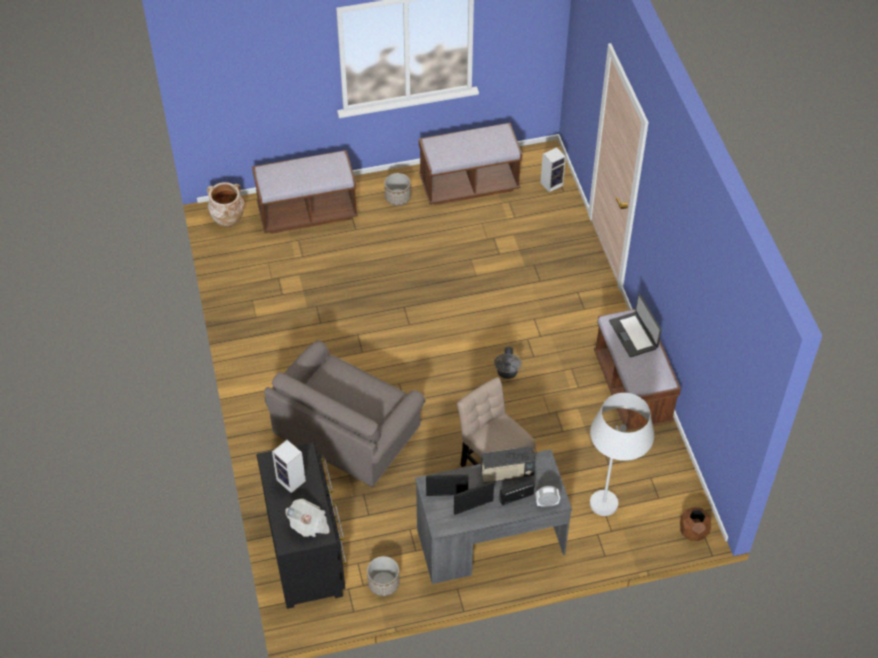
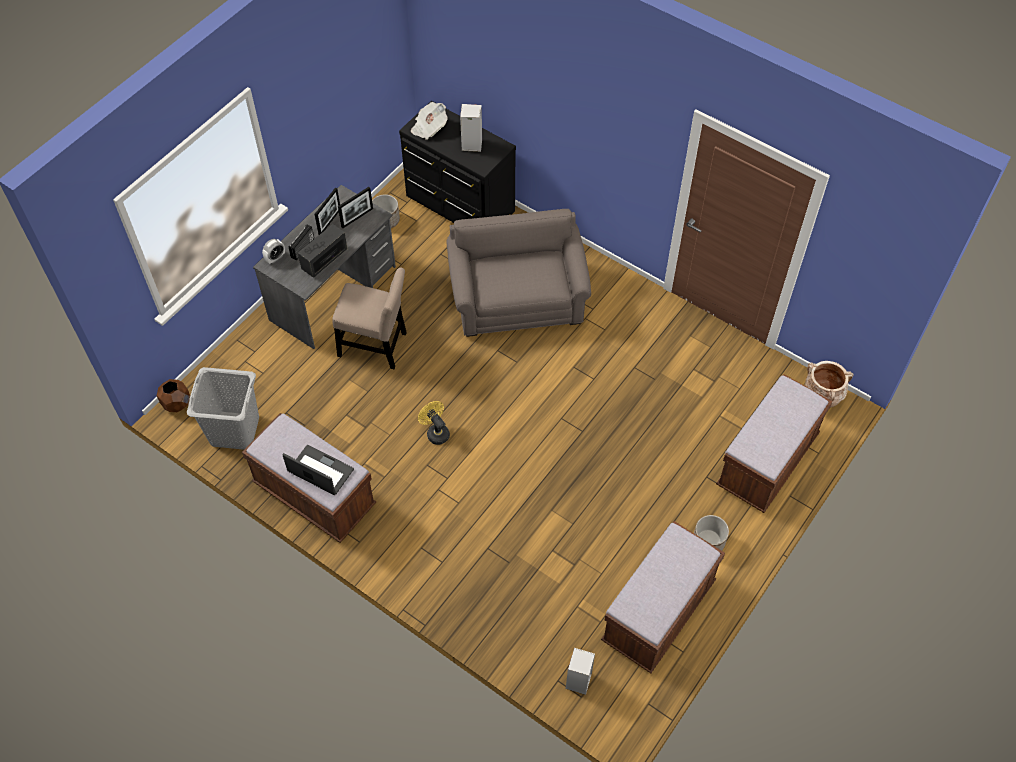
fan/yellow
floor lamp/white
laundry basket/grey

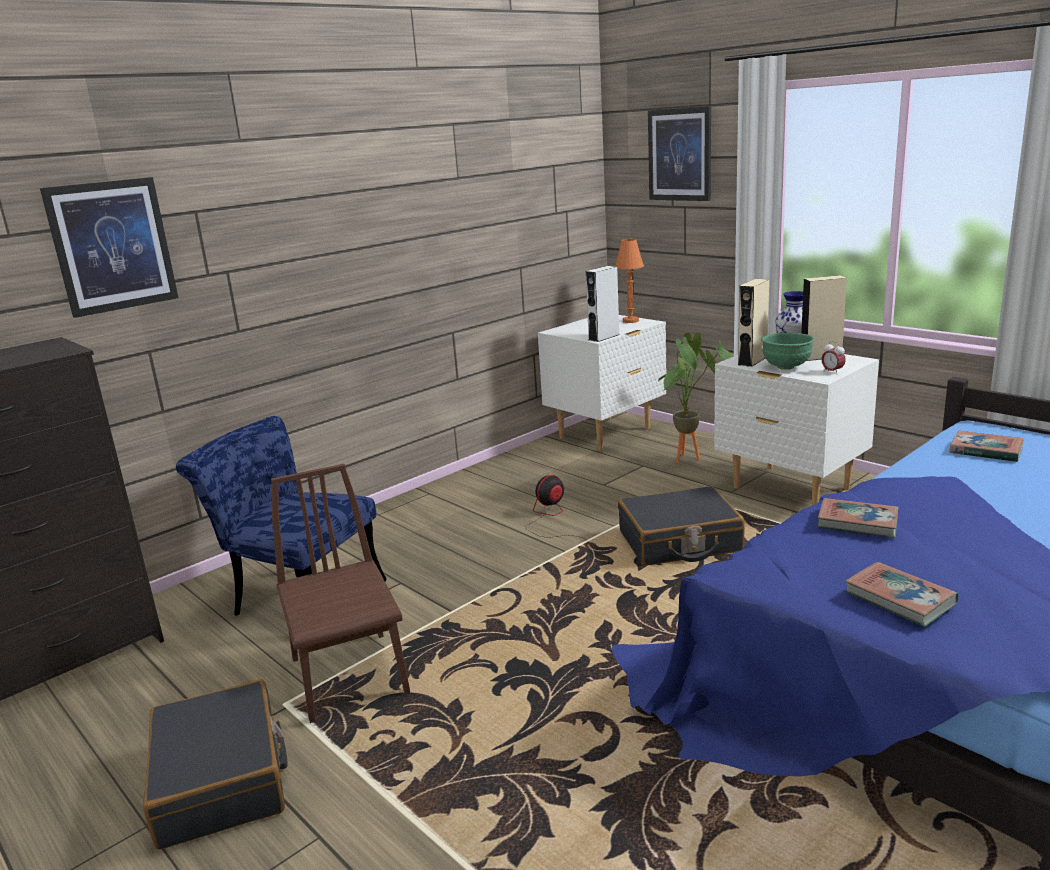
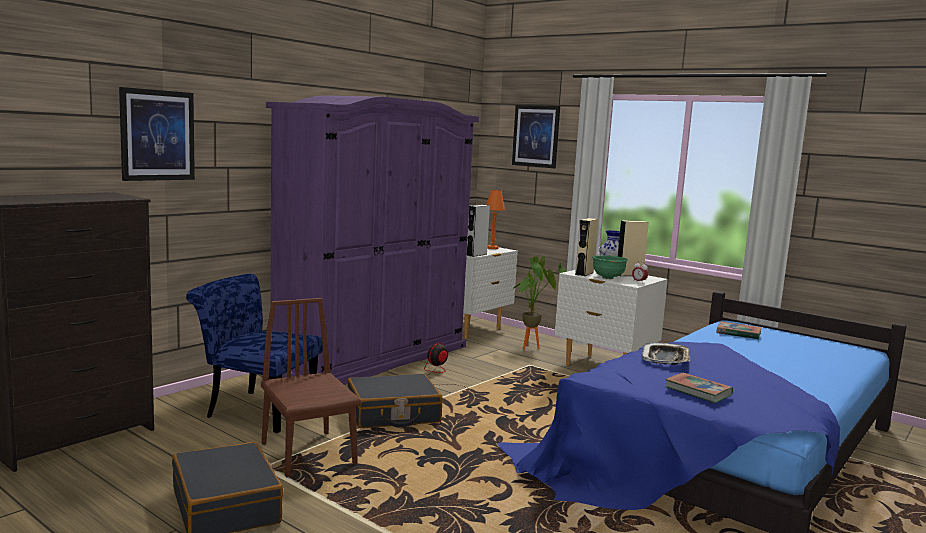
suitcase/black (2nd from left)
tray
wardrobe/purple

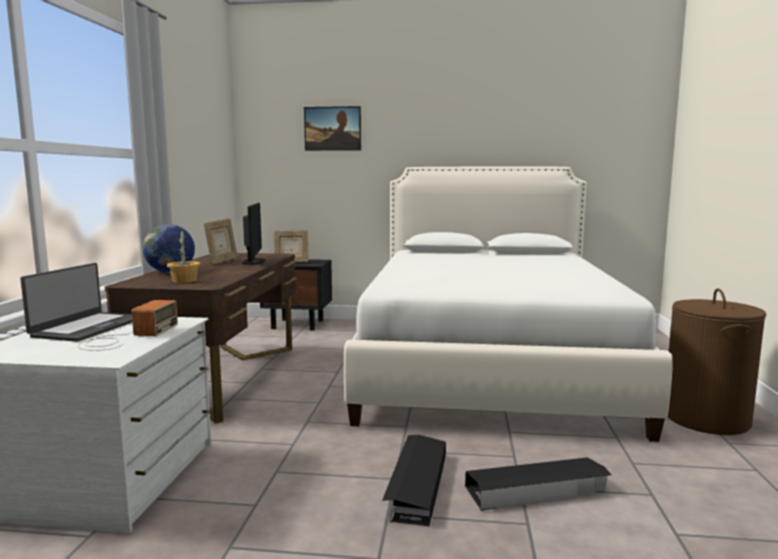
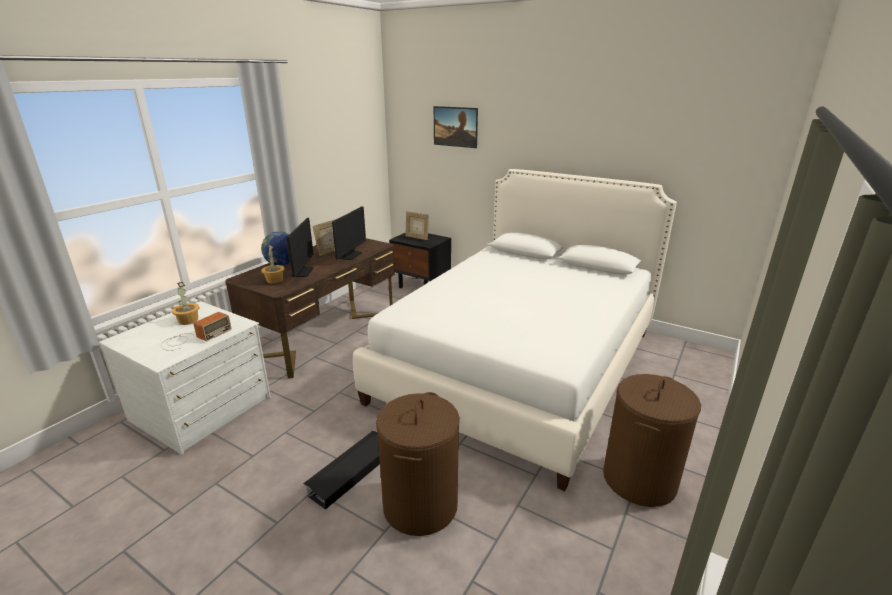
potted plant (1st from left)
laundry basket/brown (1st from left)
monitor (1st from left)

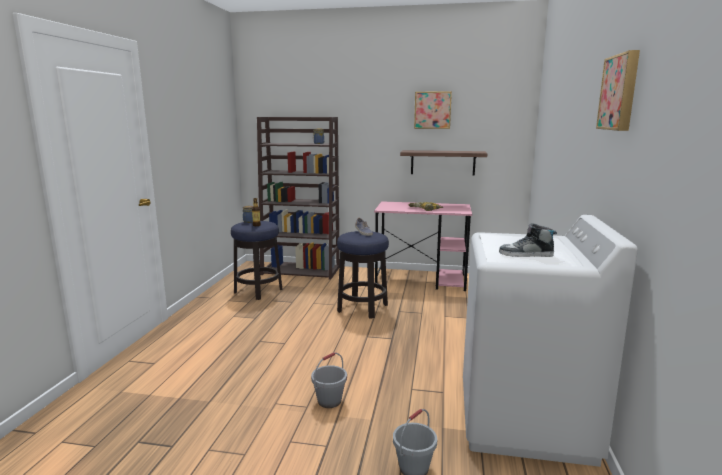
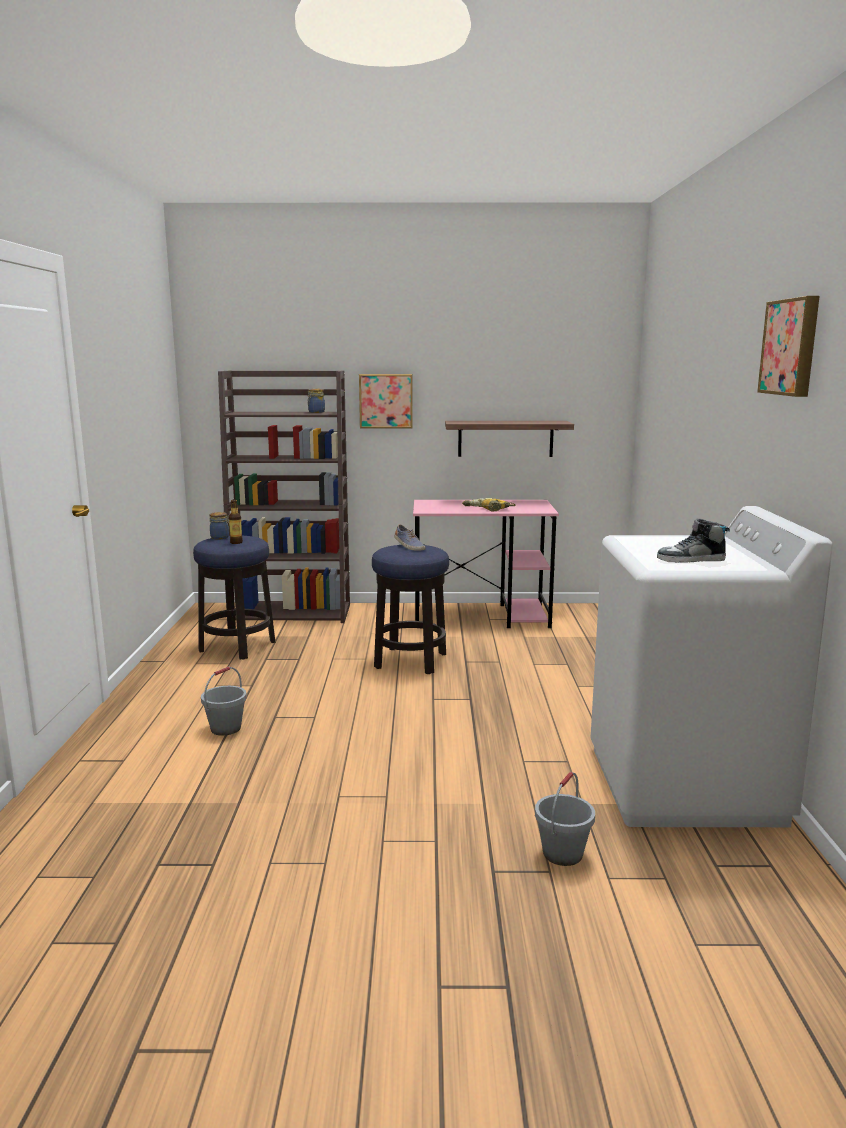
bucket/grey (1st from left)
picture (1st from left)

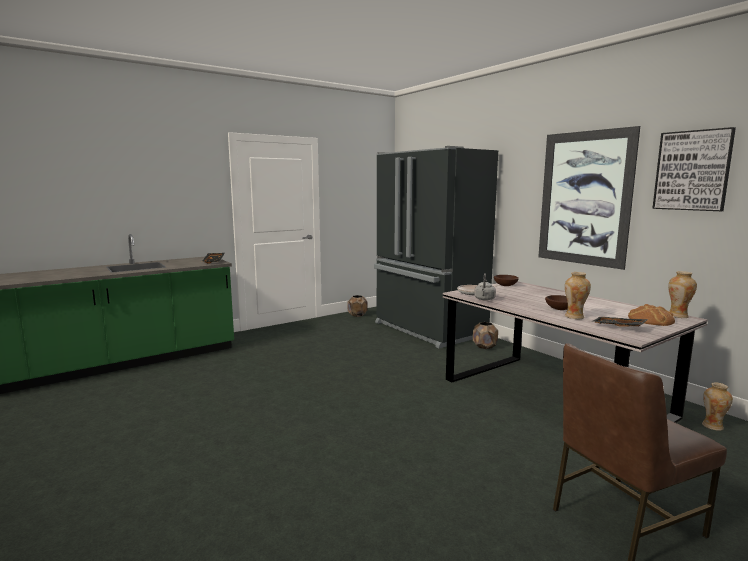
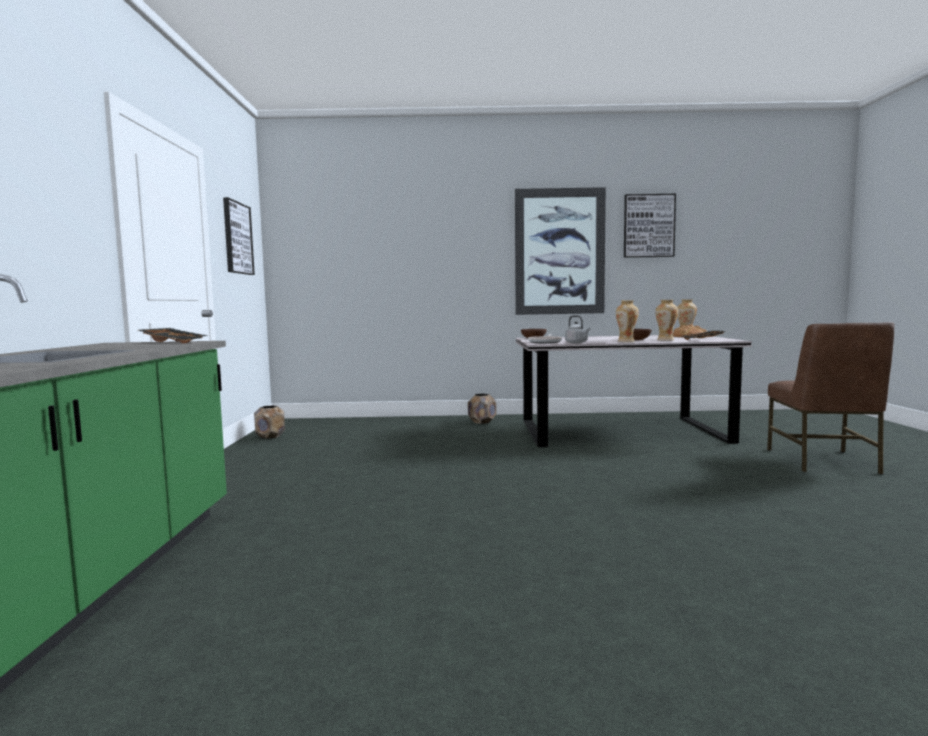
fridge/black
vase (1st from left)
picture (1st from left)

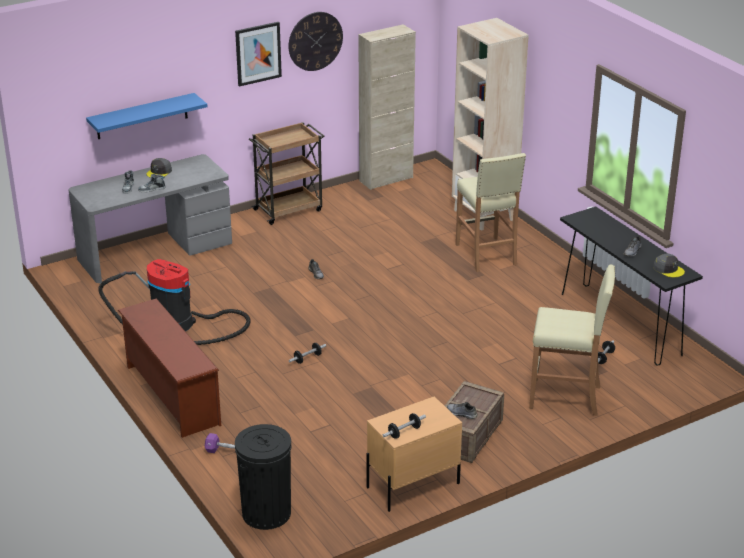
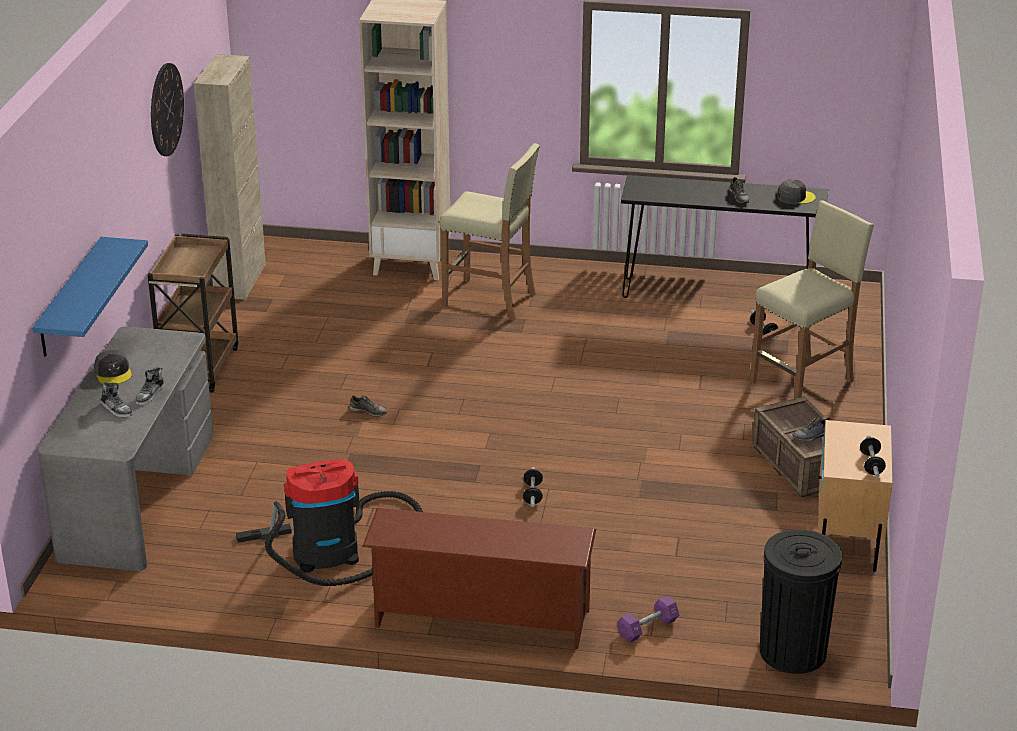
picture

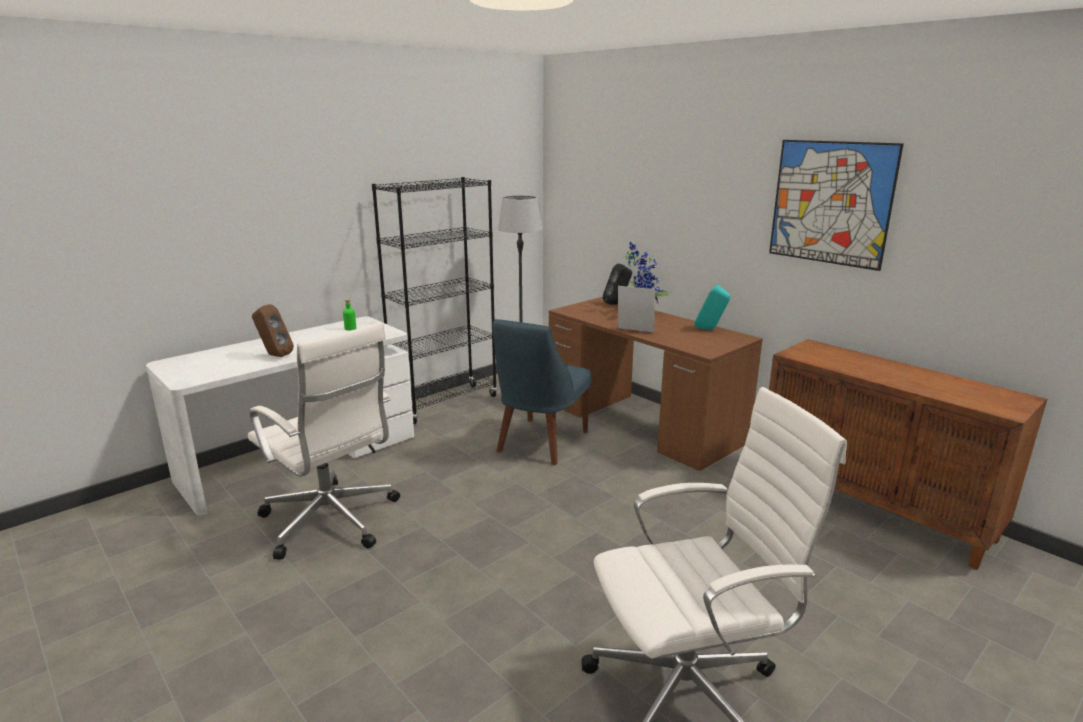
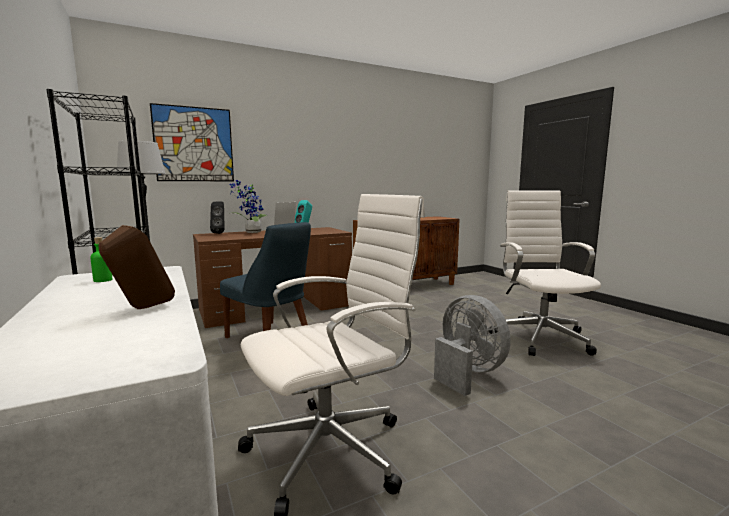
picture
fan/grey

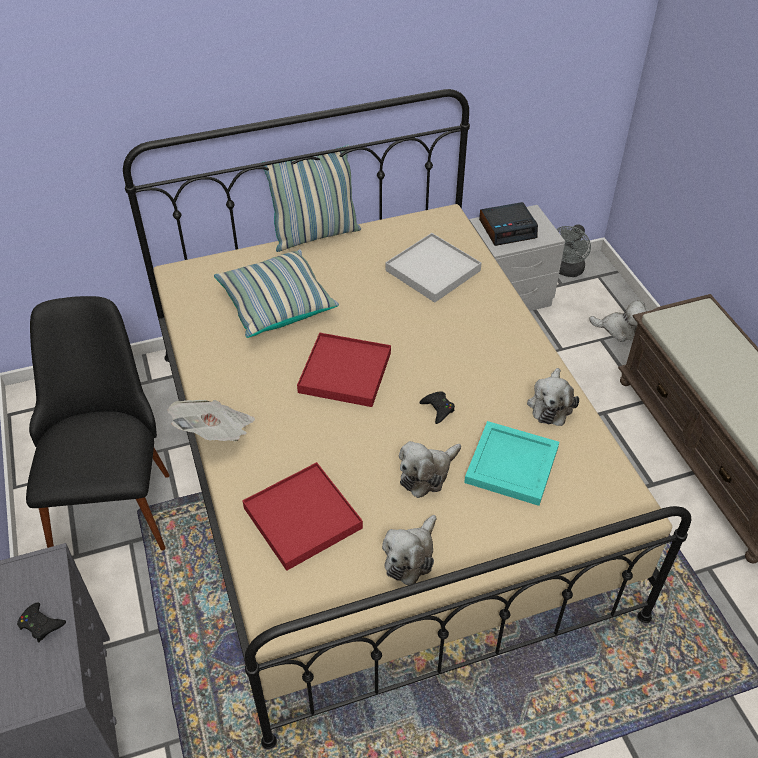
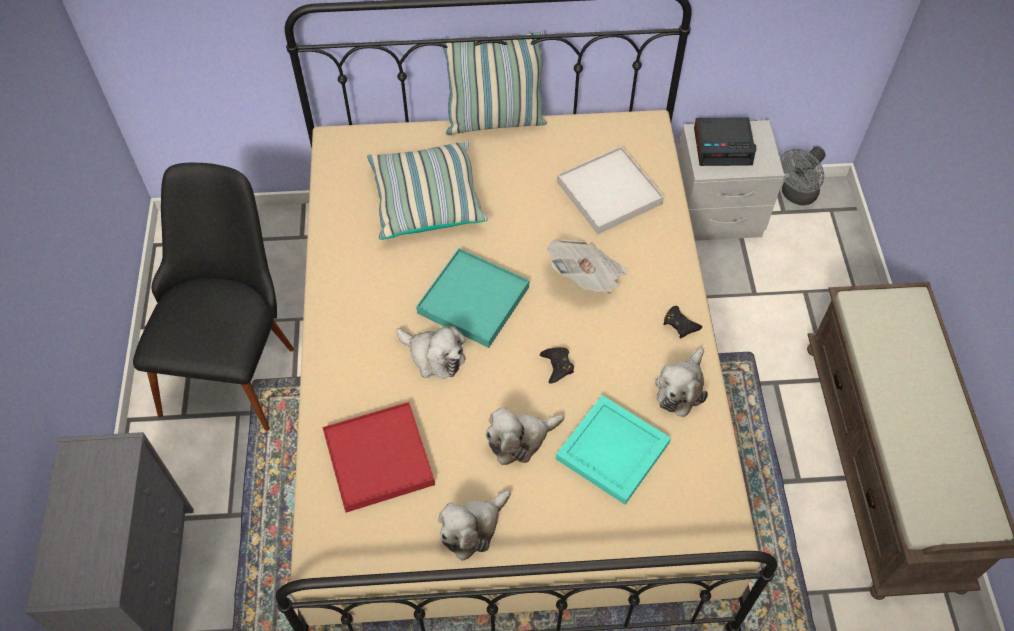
game controller/black (2nd from left)
newspaper
tray/turquoise (1st from left)
plush toy (1st from left)

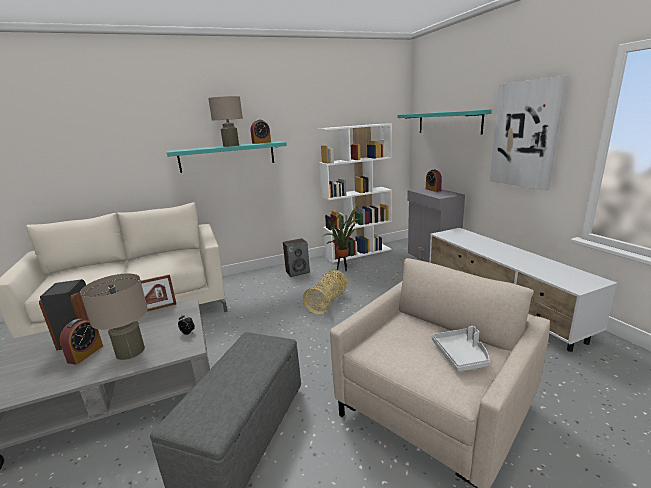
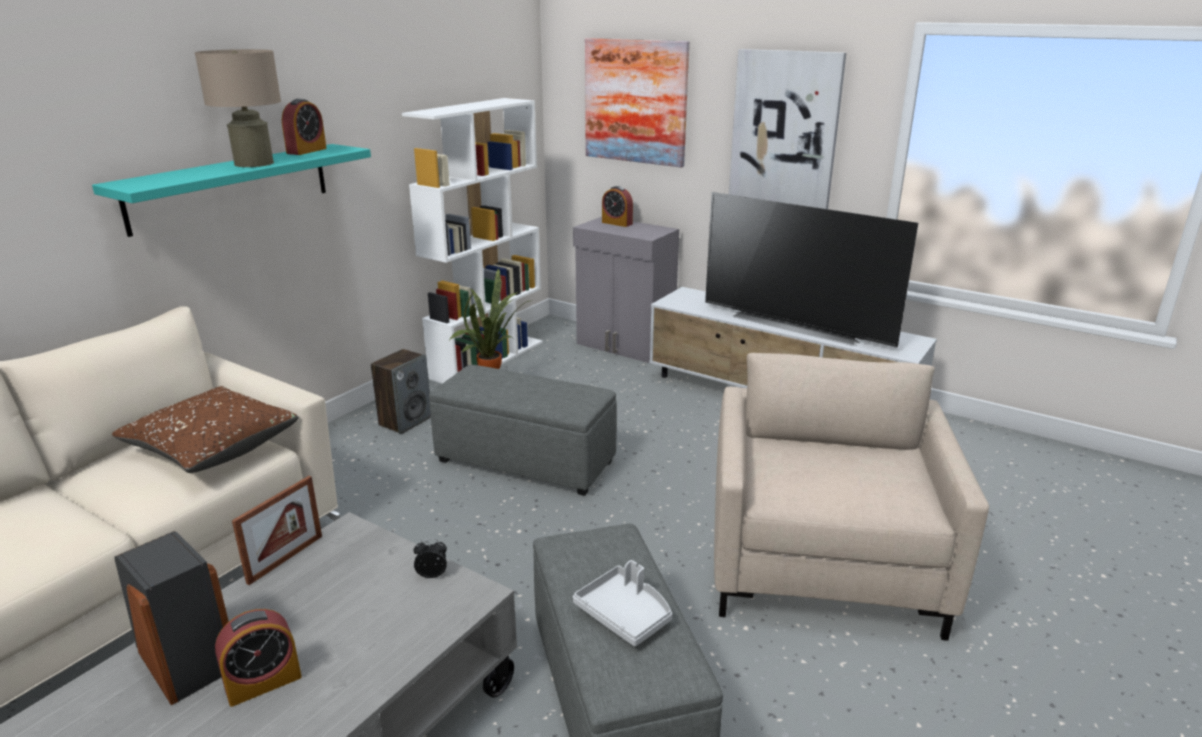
alarm clock (1st from left)
table lamp/beige (1st from left in the first image)
ottoman/grey (1st from left)
picture (1st from left)
tray/grey
pillow/brown
television

